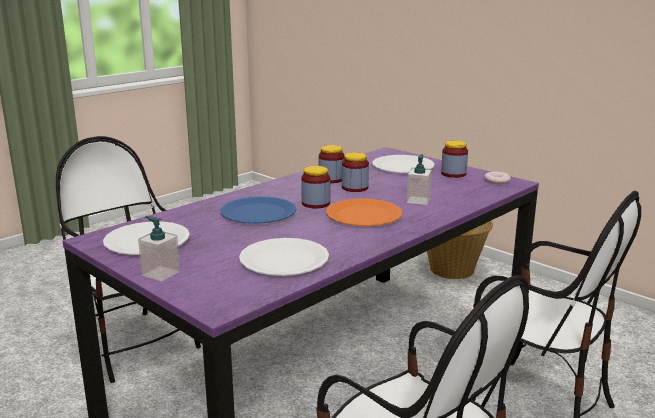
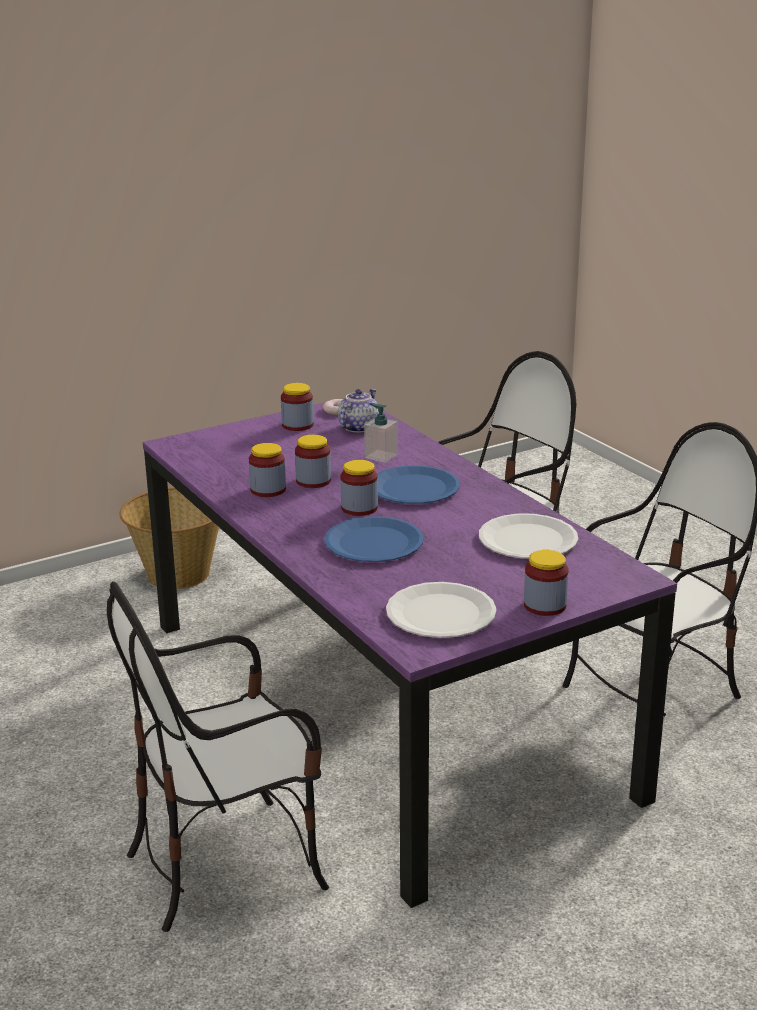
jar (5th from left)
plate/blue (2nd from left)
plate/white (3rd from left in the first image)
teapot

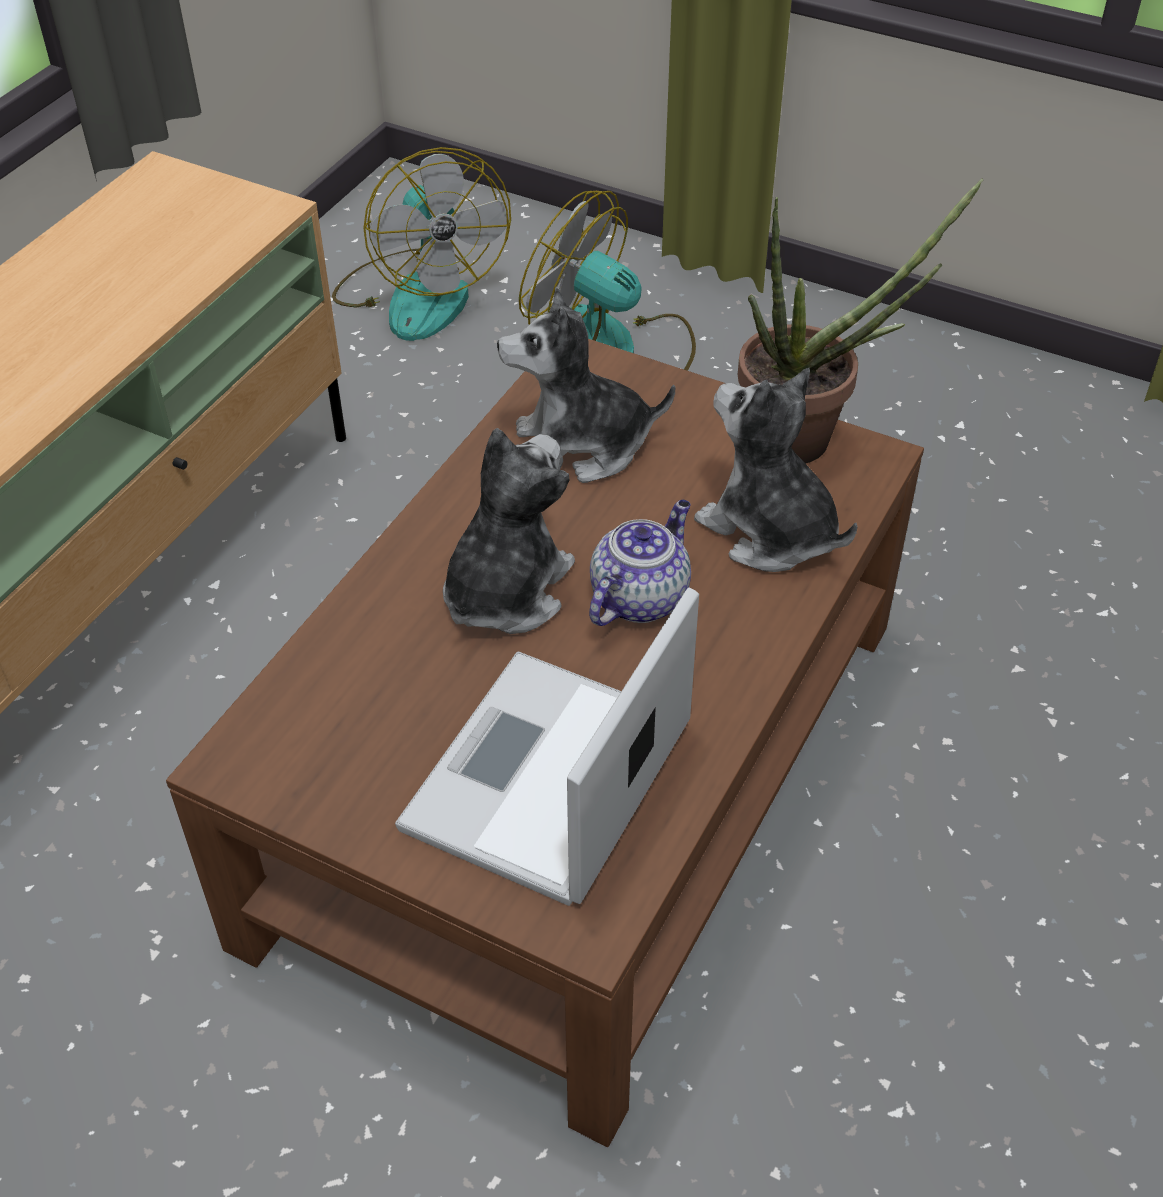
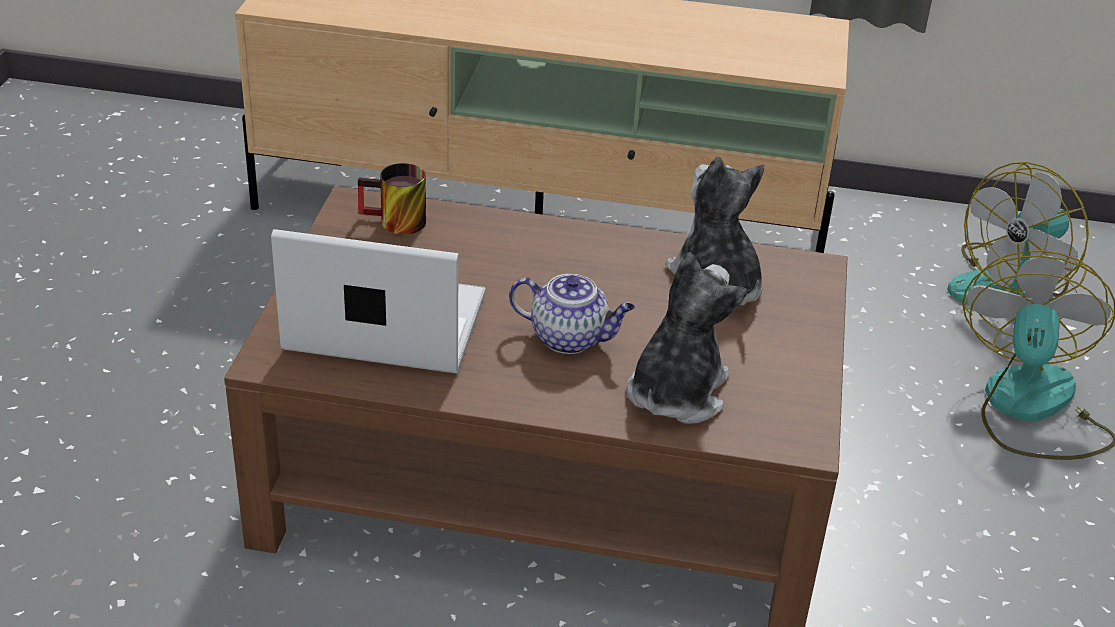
plush toy (1st from left in the first image)
potted plant
mug

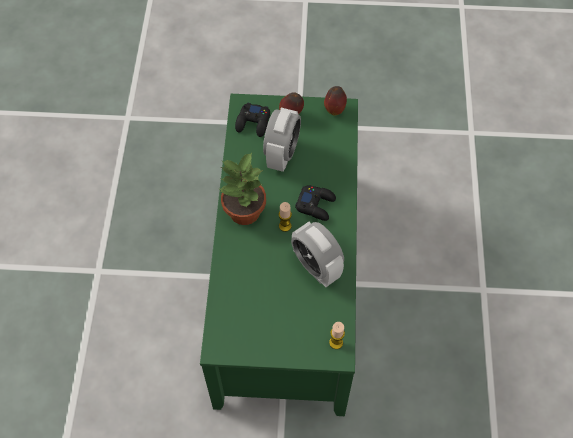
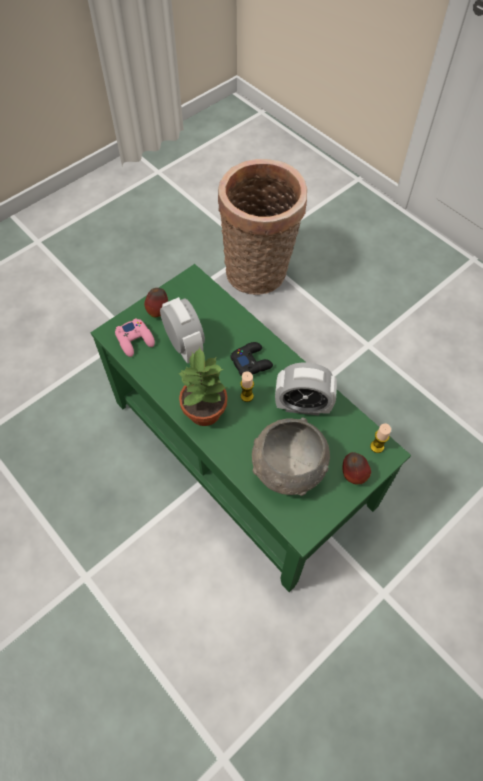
game controller/pink
apple (2nd from left)
basket
bowl/grey

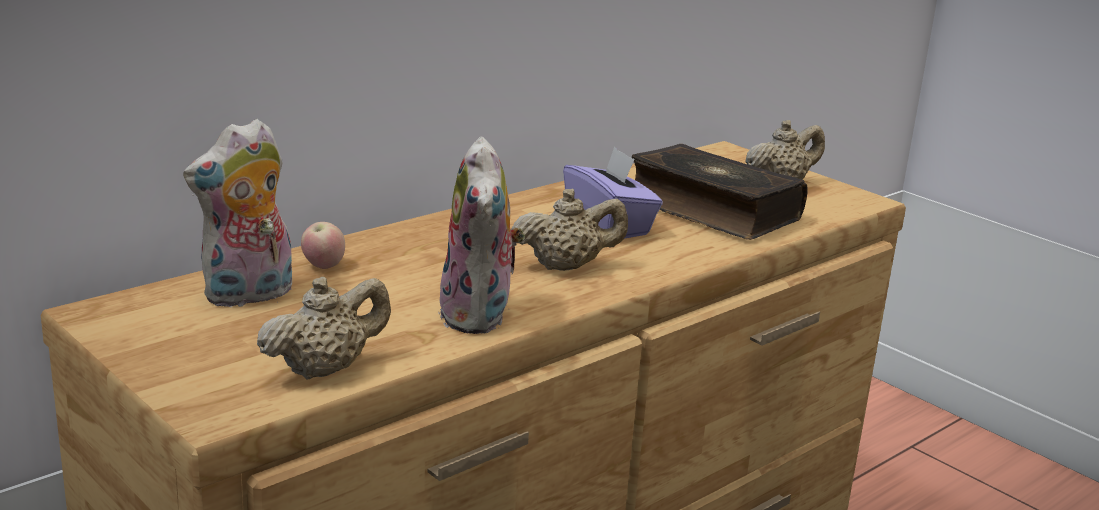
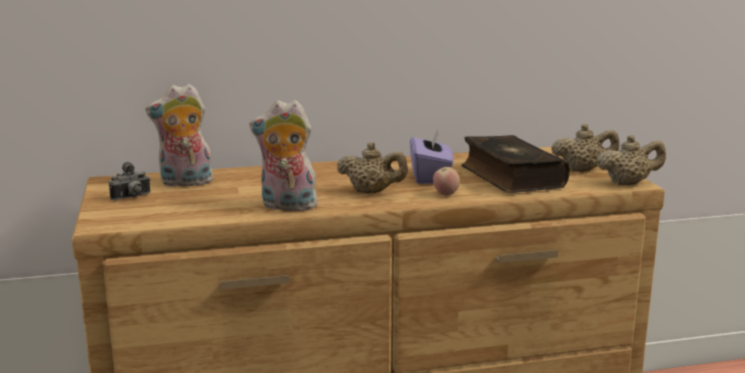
teapot/beige (3rd from left)
apple
plush toy (2nd from left)
photo camera

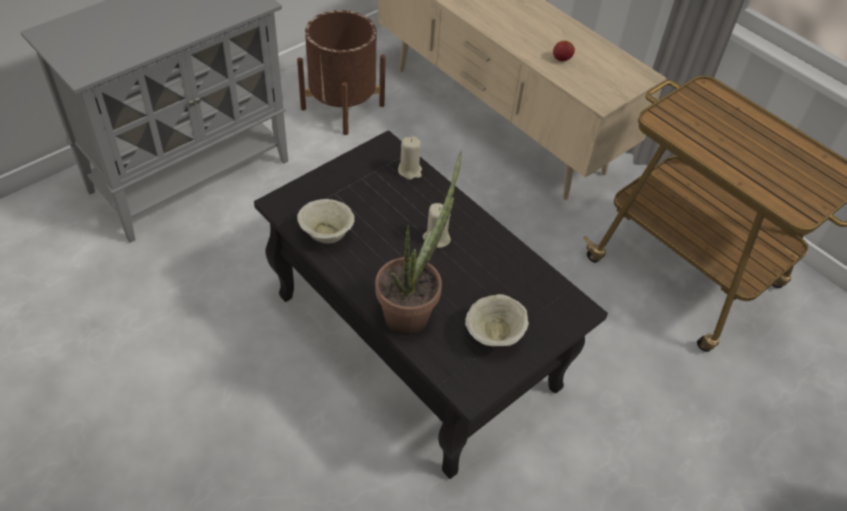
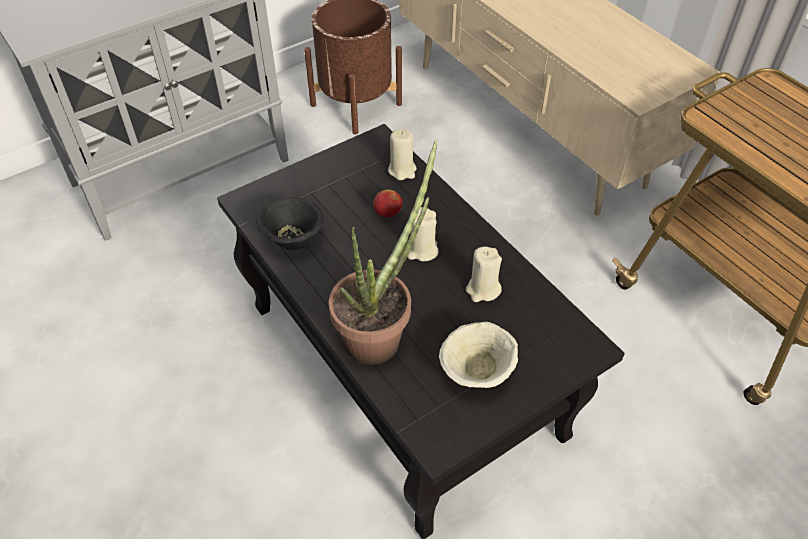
bowl/black
apple
candle/beige (3rd from left)

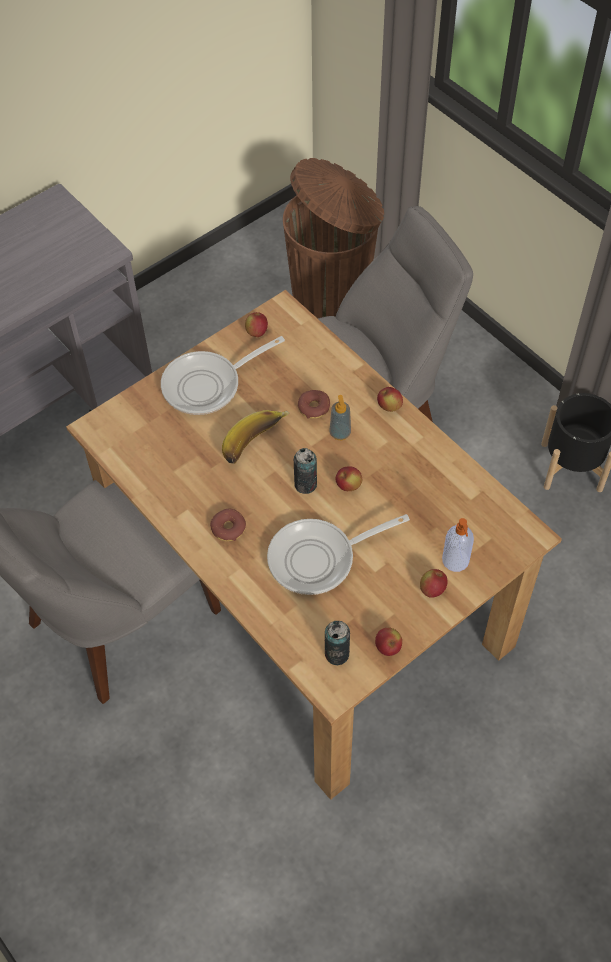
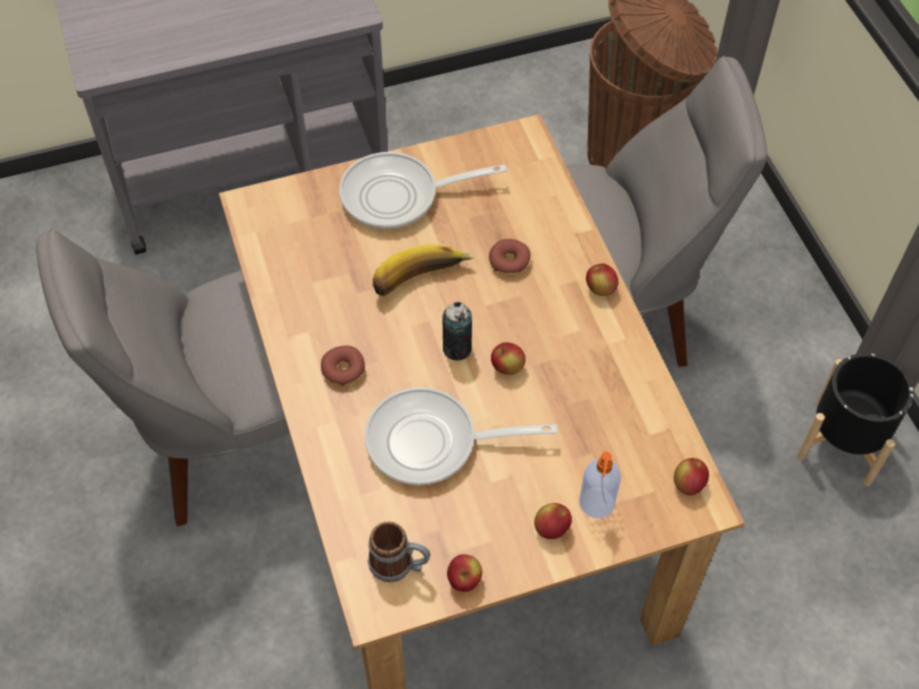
apple (5th from left)
mug
soap dispenser (1st from left in the first image)

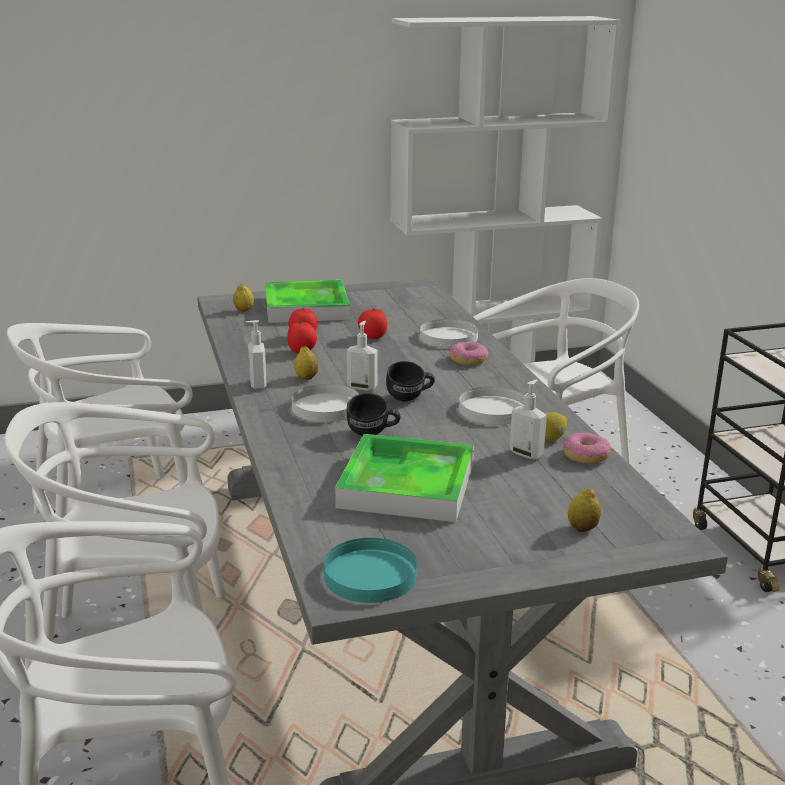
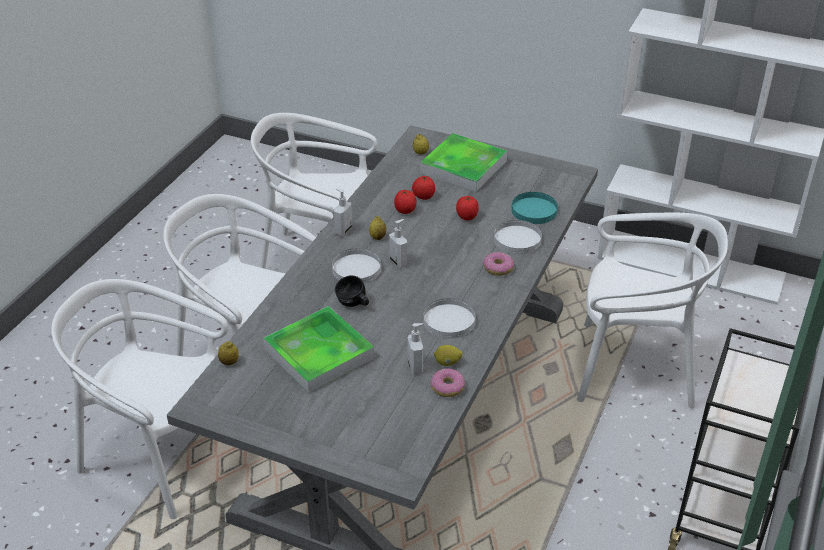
plate/turquoise
mug/black (2nd from left in the first image)
lemon (1st from left)

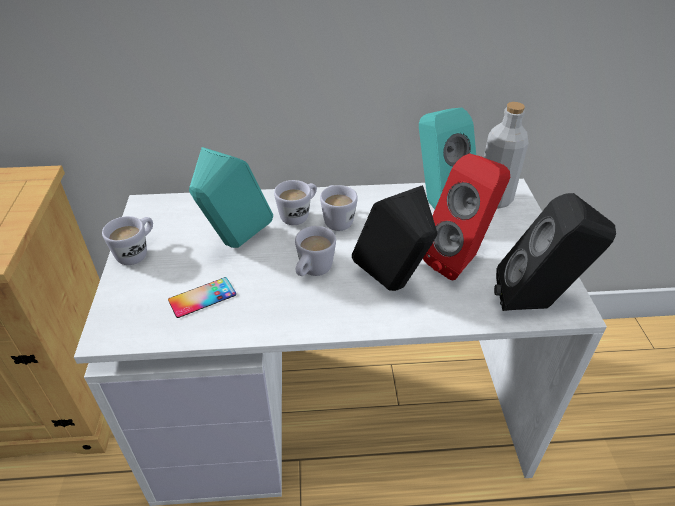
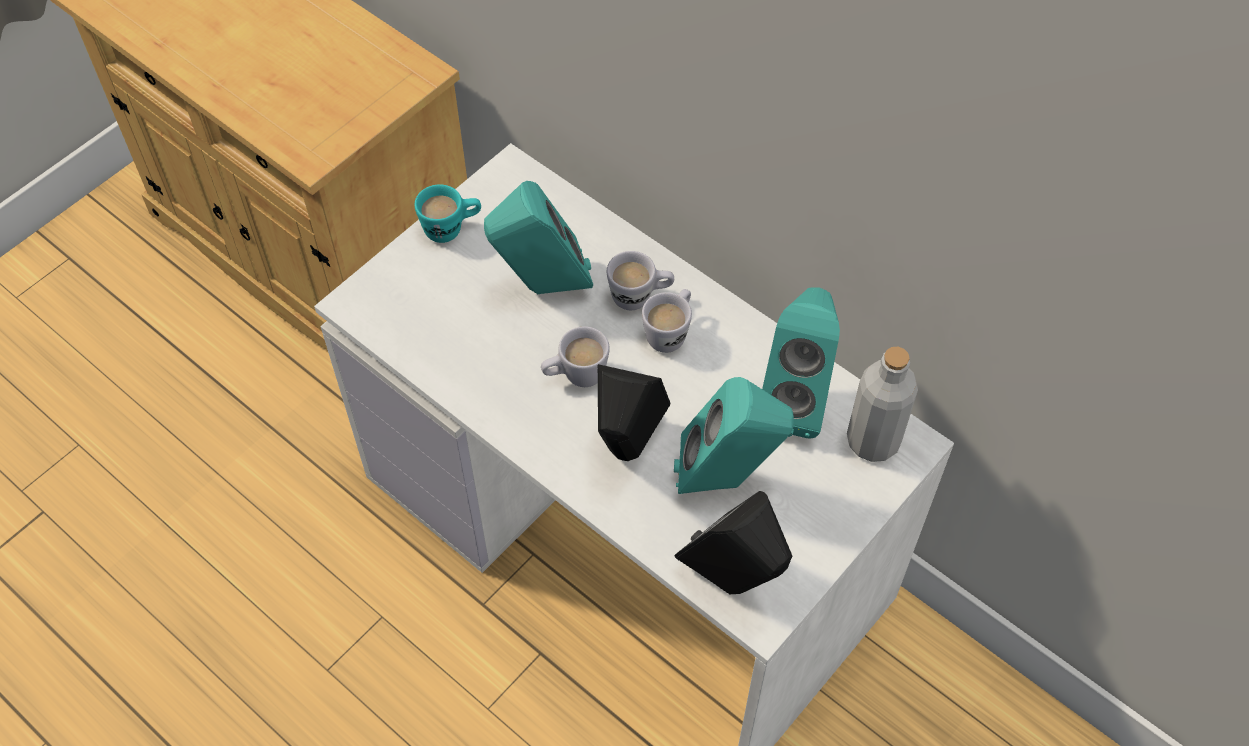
mug/turquoise
phone
speaker/turquoise (2nd from left)

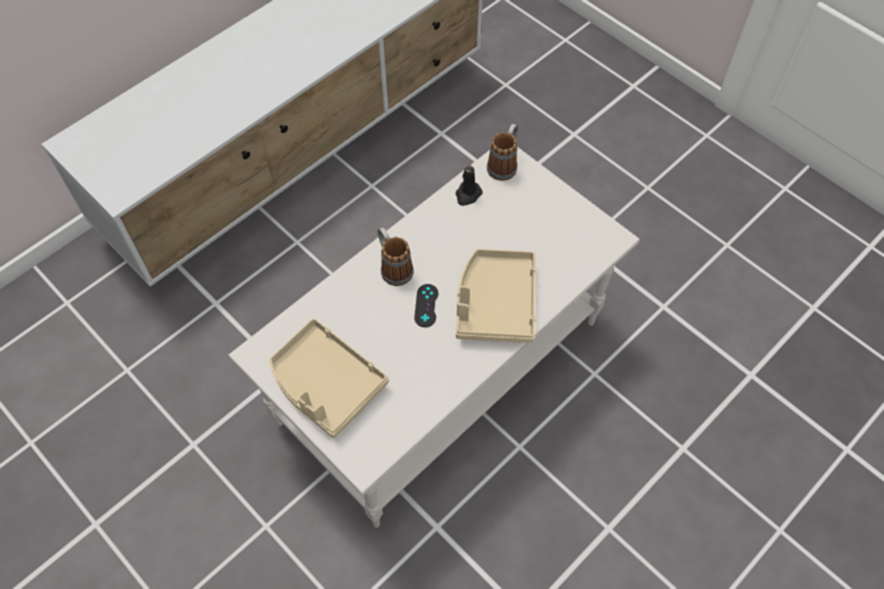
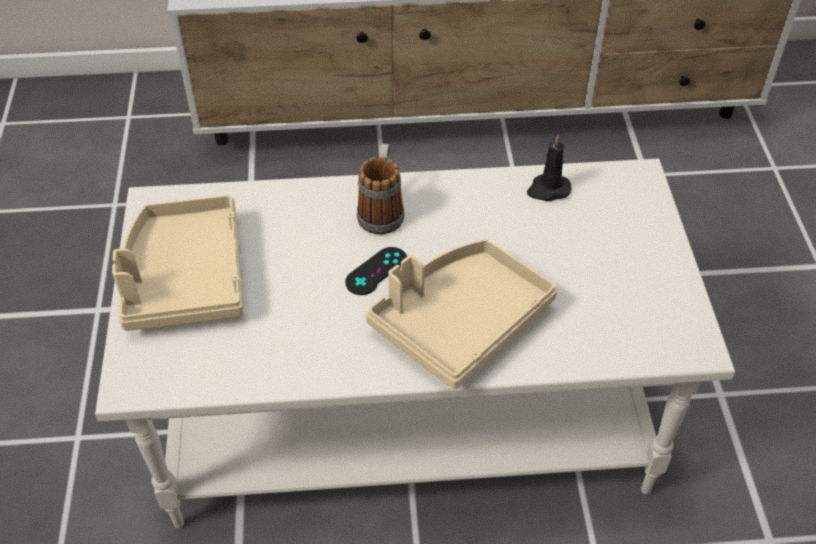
mug (2nd from left in the first image)

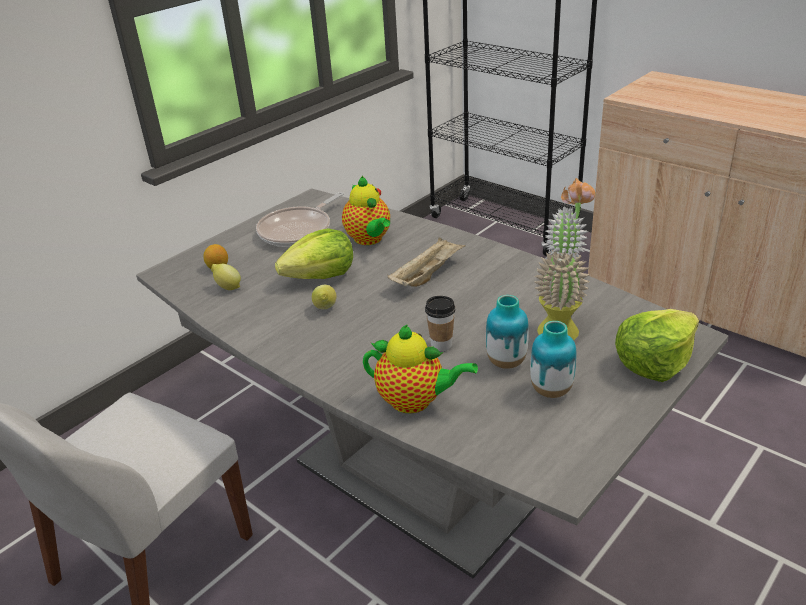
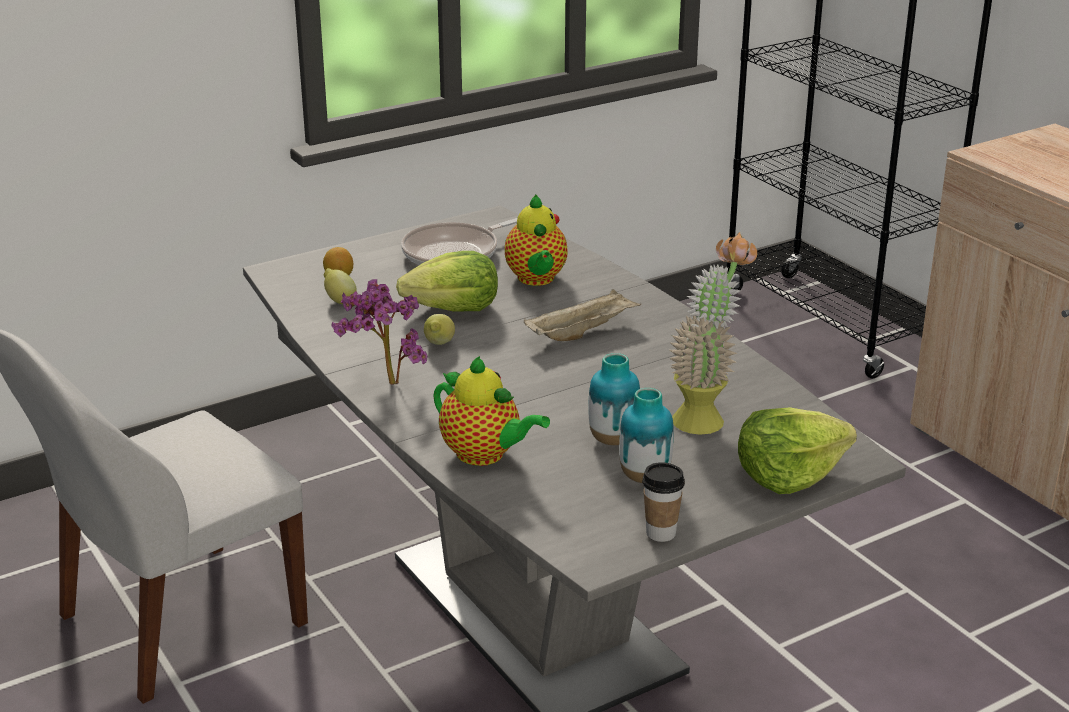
cup
potted plant (1st from left)

